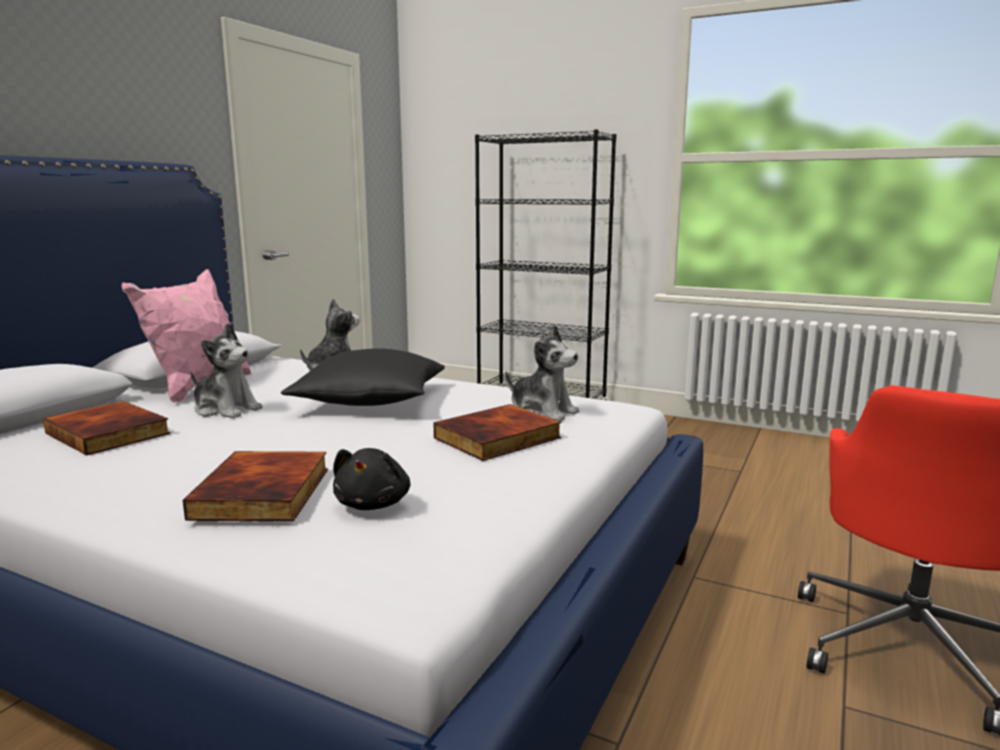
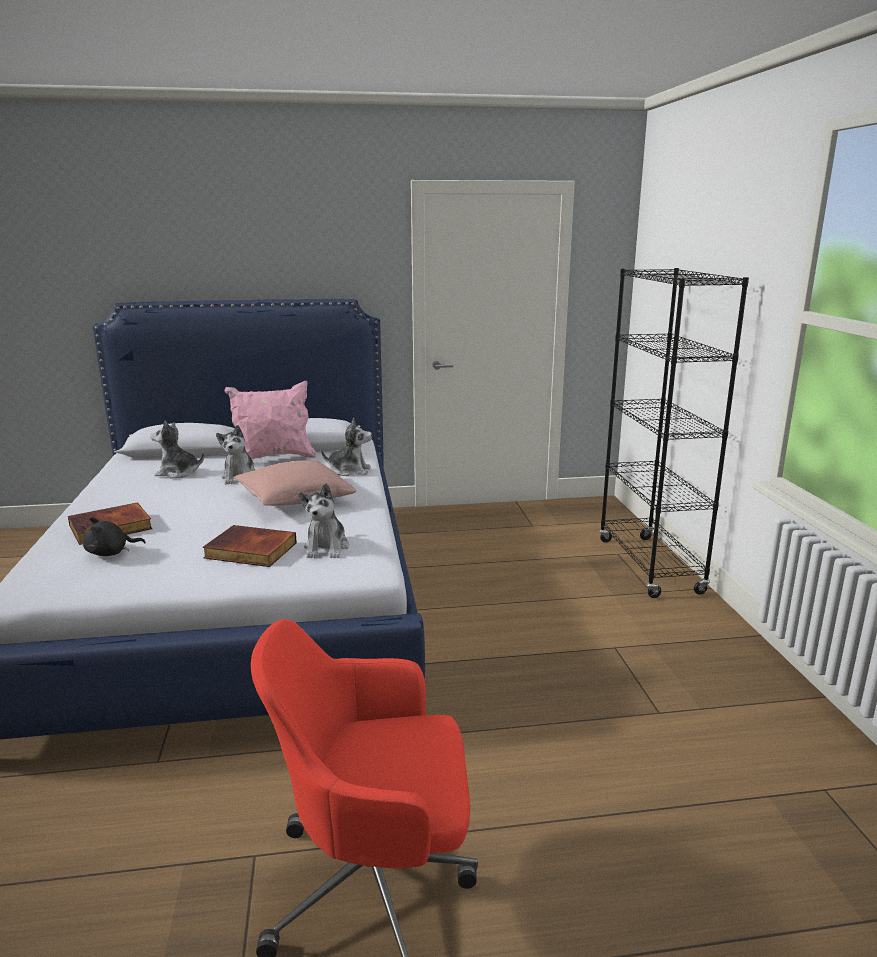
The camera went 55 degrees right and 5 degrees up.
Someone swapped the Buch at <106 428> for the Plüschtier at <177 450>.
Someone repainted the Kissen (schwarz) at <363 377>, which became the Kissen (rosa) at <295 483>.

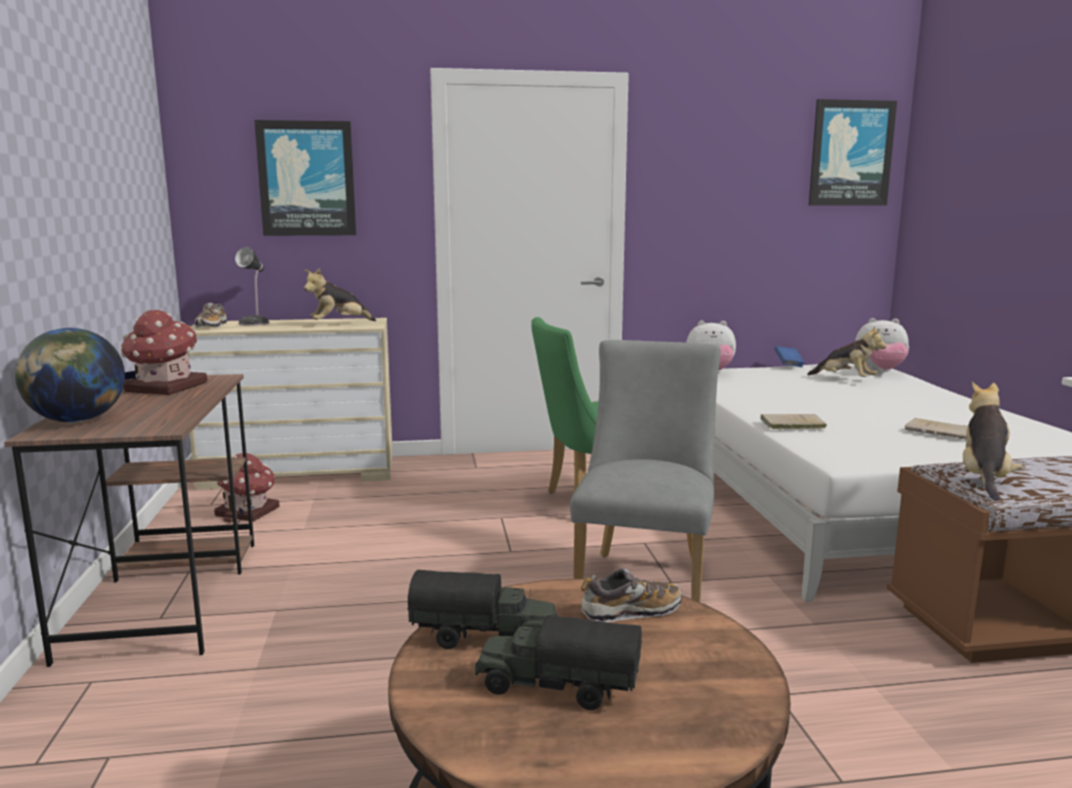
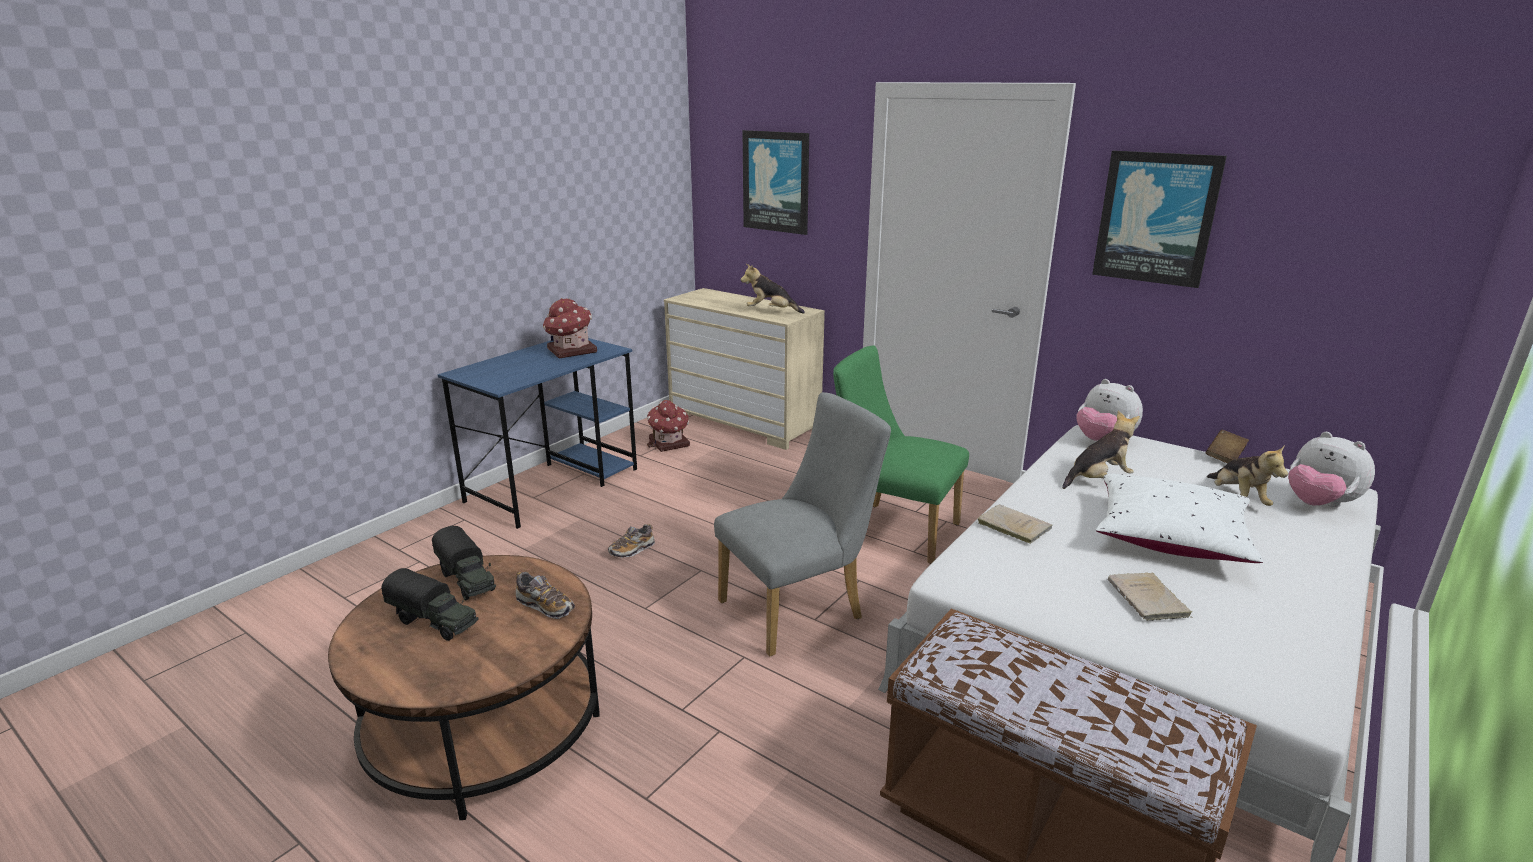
The camera went 45 degrees right and 10 degrees up.
Someone took away the Globus at <70 375>.
Someone took away the Tischlampe at <252 286>.
Someone put down the Kissen (weiß) at <1179 518>.
Someone carried the Schuh from <211 315> to <631 541>.
Someone carried the Bild from <853 152> to <1159 219>.
Someone carried the Plüschtier from <993 441> to <1101 450>.
Someone repainted the Schreibtisch (braun) at <129 520>, which became the Schreibtisch (blau) at <537 433>.
Someone repainted the Buch (blau) at <789 356>, which became the Buch (braun) at <1227 446>.
Someone rotated the Spielzeuglaster at <558 662> by 150 degrees clockwise.

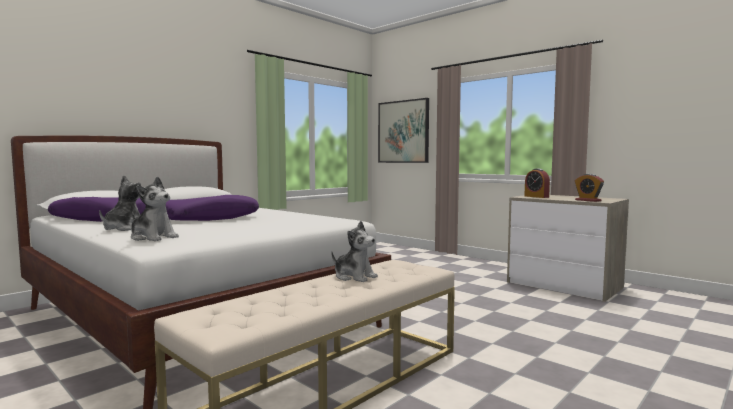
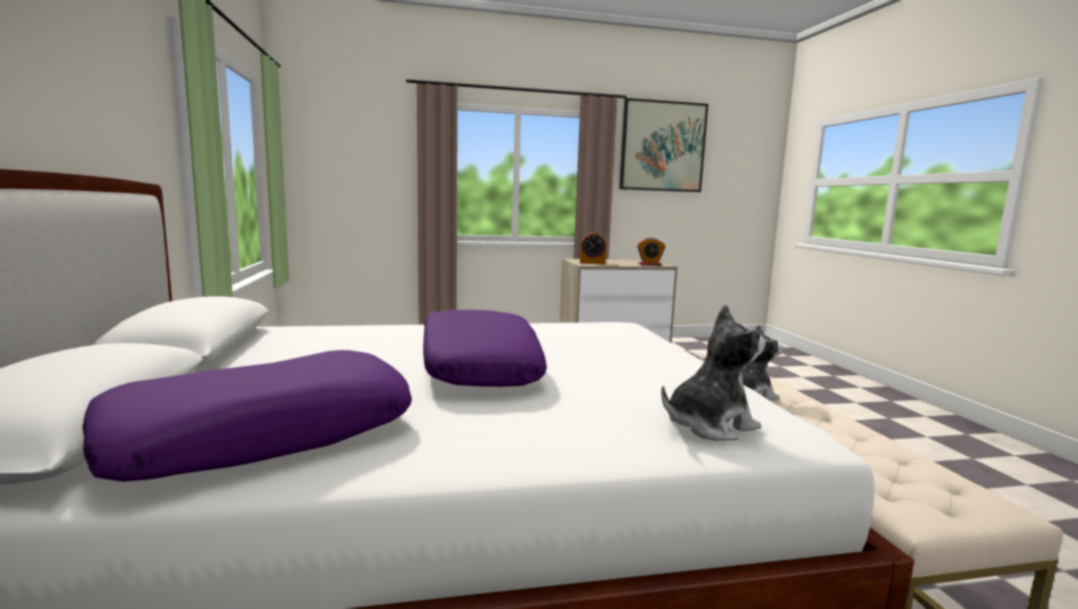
The camera went 55 degrees left and 5 degrees up.
Someone took away the Plüschtier at <120 203>.
Someone carried the Bild from <403 130> to <663 145>.

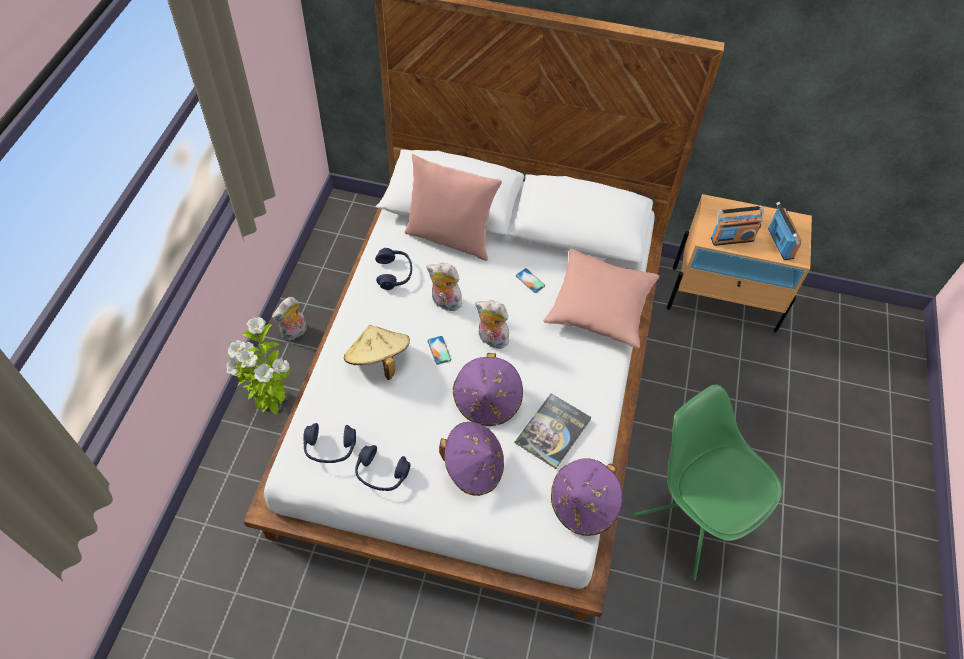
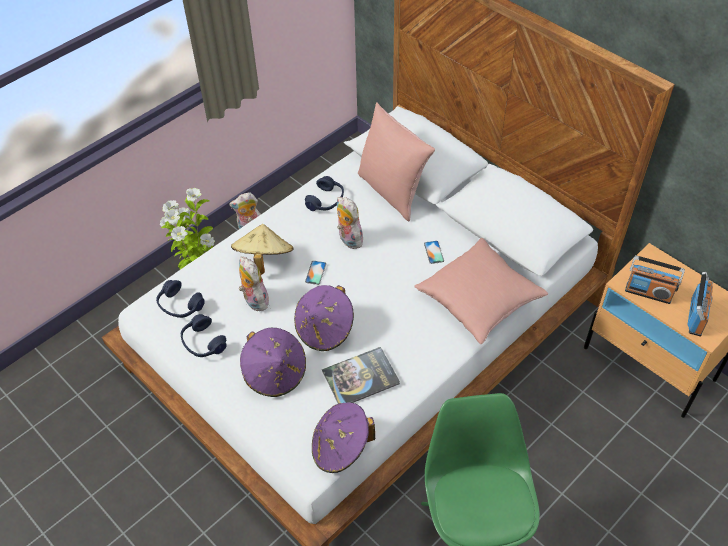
The camera went 35 degrees right and 5 degrees down.
Someone carried the Plüschtier from <493 324> to <254 283>.

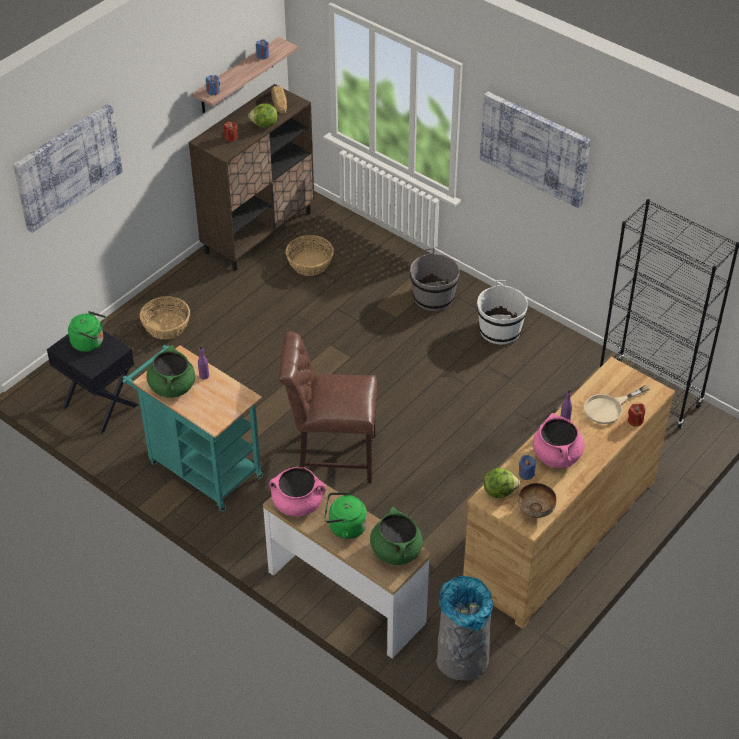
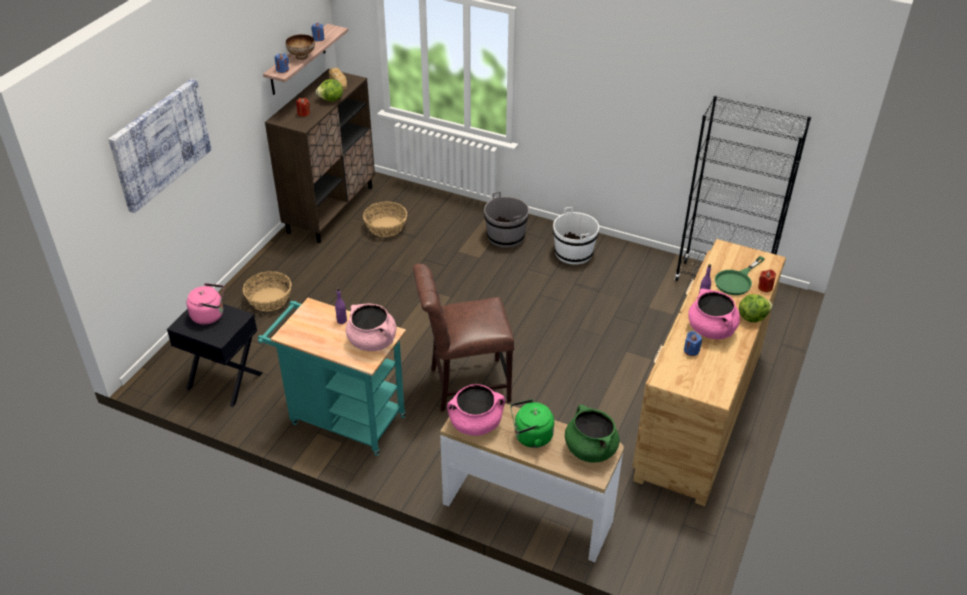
The camera went 15 degrees left and 5 degrees down.
Someone took away the Kochtopf (grün) at <170 371>.
Someone took away the Mülleimer (grau) at <464 628>.
Someone took away the Bild at <535 150>.
Someone put down the Kochtopf (rosa) at <371 327>.
Someone carried the Salatkopf from <502 483> to <756 308>.
Someone carried the Schüssel from <537 500> to <300 47>.
Someone repainted the Wasserkessel (grün) at <87 331>, which became the Wasserkessel (rosa) at <205 304>.
Someone repainted the Pfanne (beige) at <617 404>, which became the Pfanne (grün) at <740 275>.

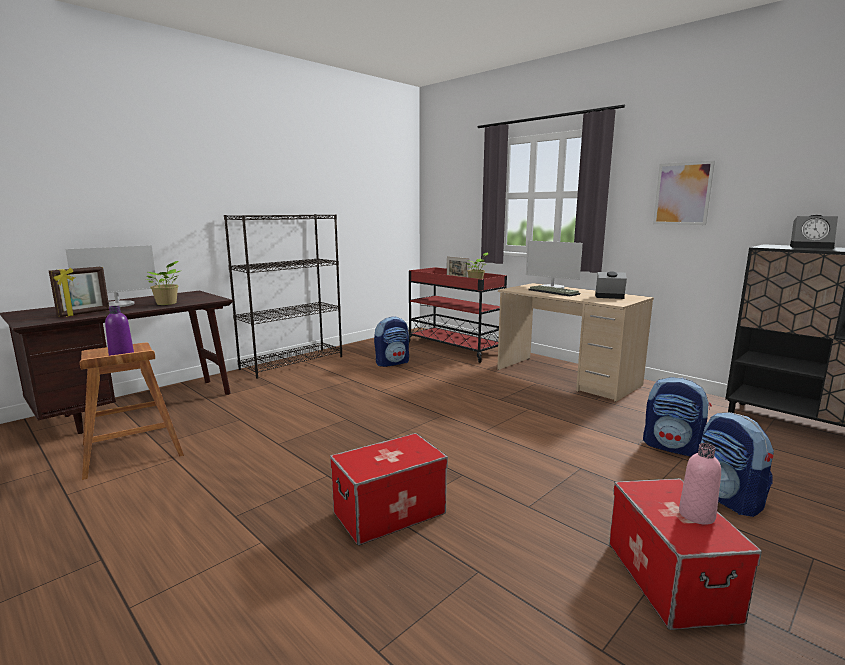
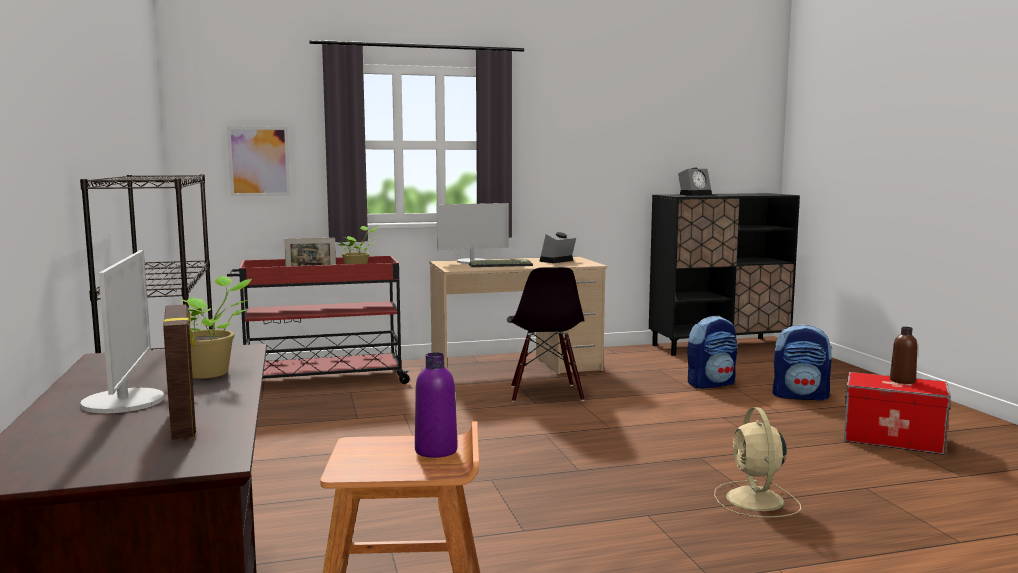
The camera went 60 degrees left and 5 degrees down.
Someone took away the Rucksack at <391 341>.
Someone put down the Stuhl (schwarz) at <546 334>.
Someone carried the Bild from <684 193> to <258 161>.
Someone swapped the Aufbewahrungsbox at <389 489> for the Ventilator (beige) at <757 462>.
Someone repainted the Flasche (rosa) at <700 484>, which became the Flasche (braun) at <903 355>.

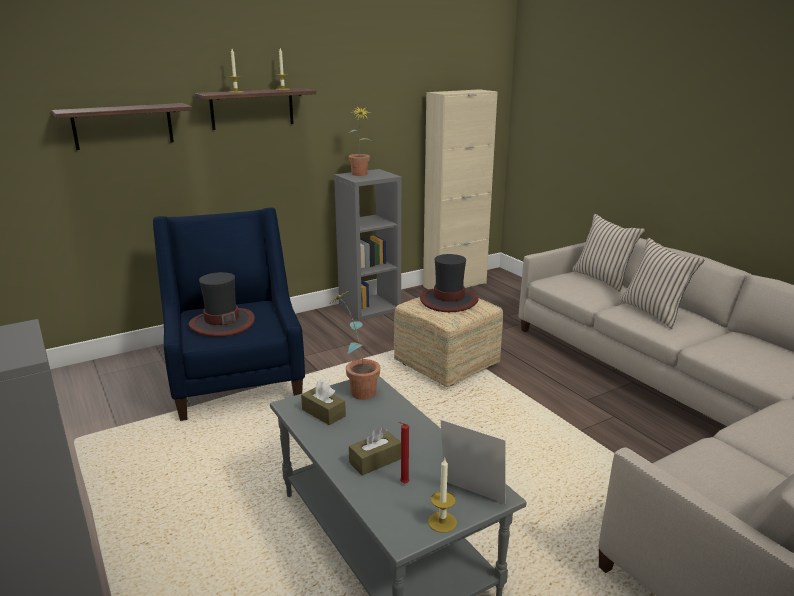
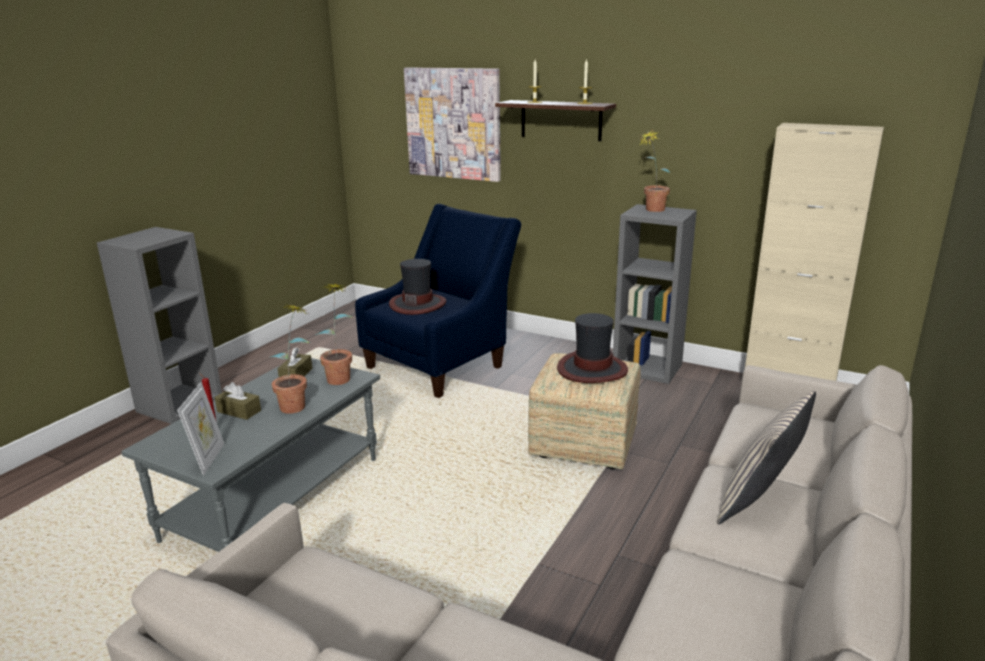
The camera went 60 degrees right and 0 degrees up.
Someone took away the Kerze at <442 495>.
Someone took away the Kissen (beige) at <608 253>.
Someone put down the Topfpflanze at <290 359>.
Someone swapped the Wandregal at <122 126> for the Bild at <452 124>.

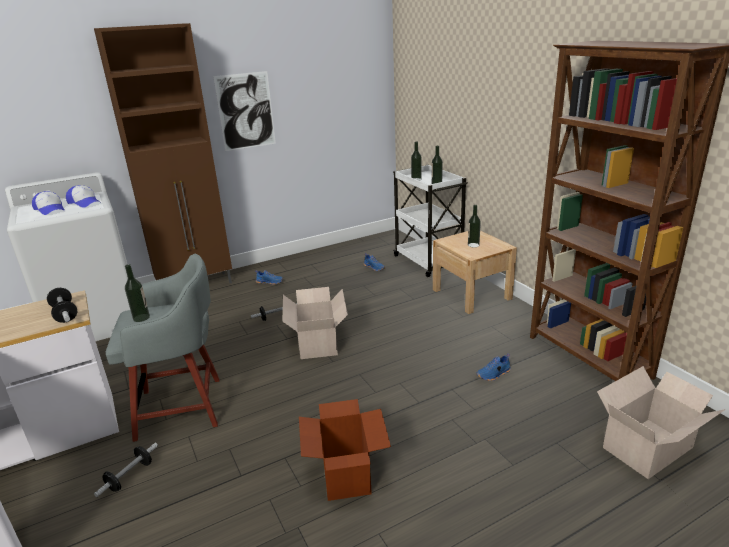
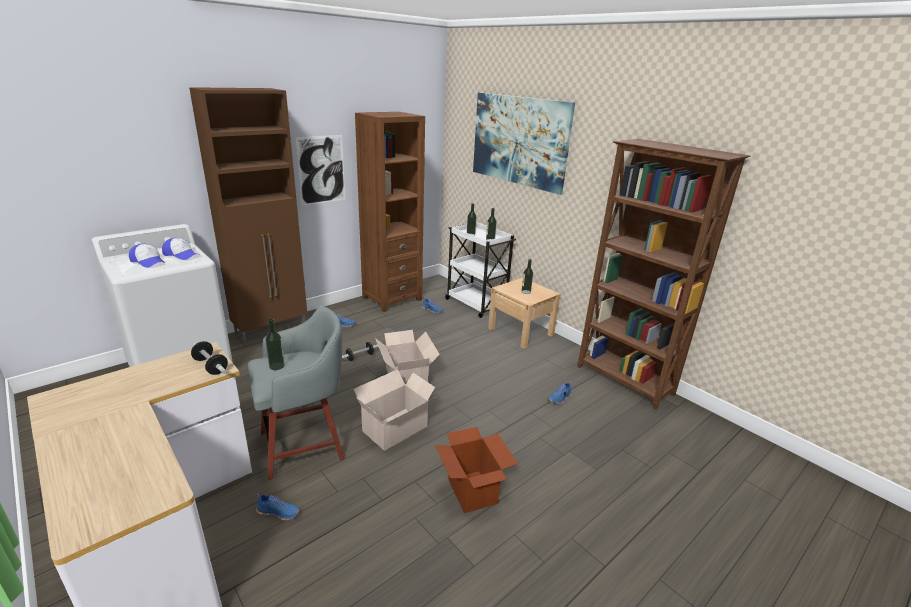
The camera went 15 degrees left and 0 degrees up.
Someone put down the Bücherregal (braun) at <390 212>.
Someone put up the Bild at <524 144>.
Someone carried the Karton from <661 422> to <395 410>.
Someone swapped the Hantel at <126 470> for the Schuh (blau) at <278 507>.

